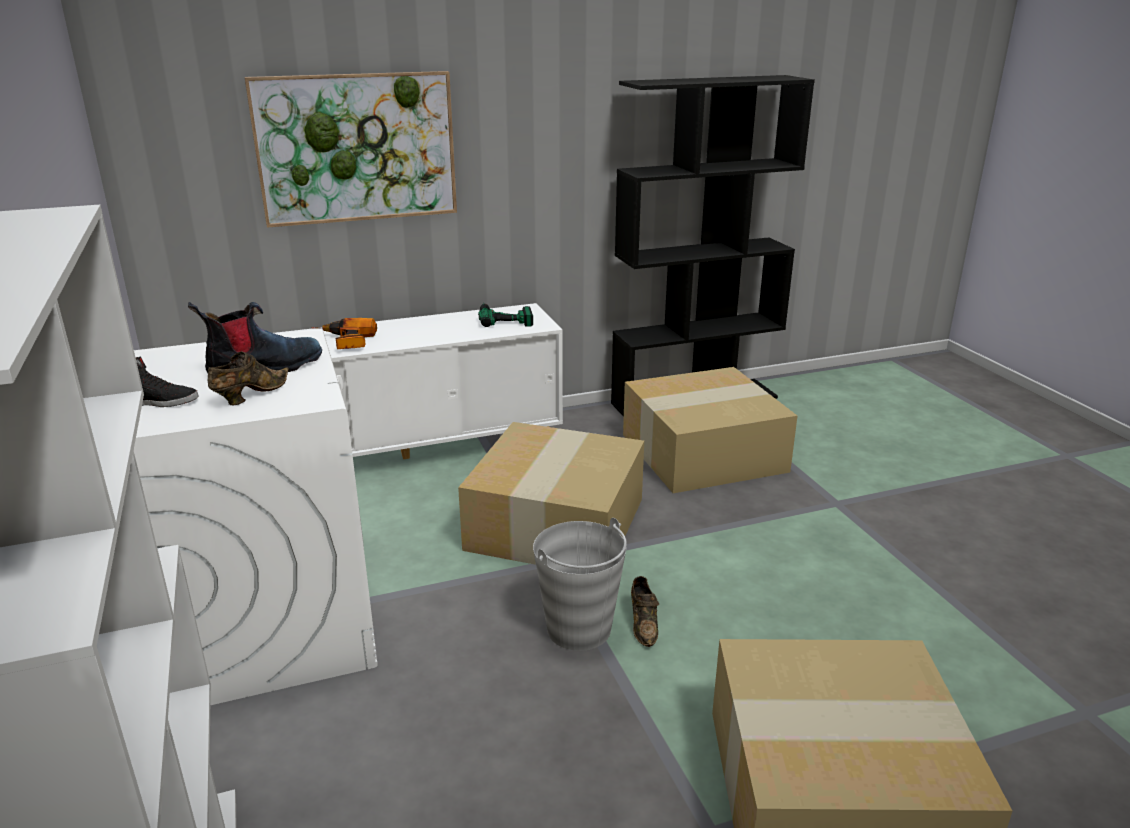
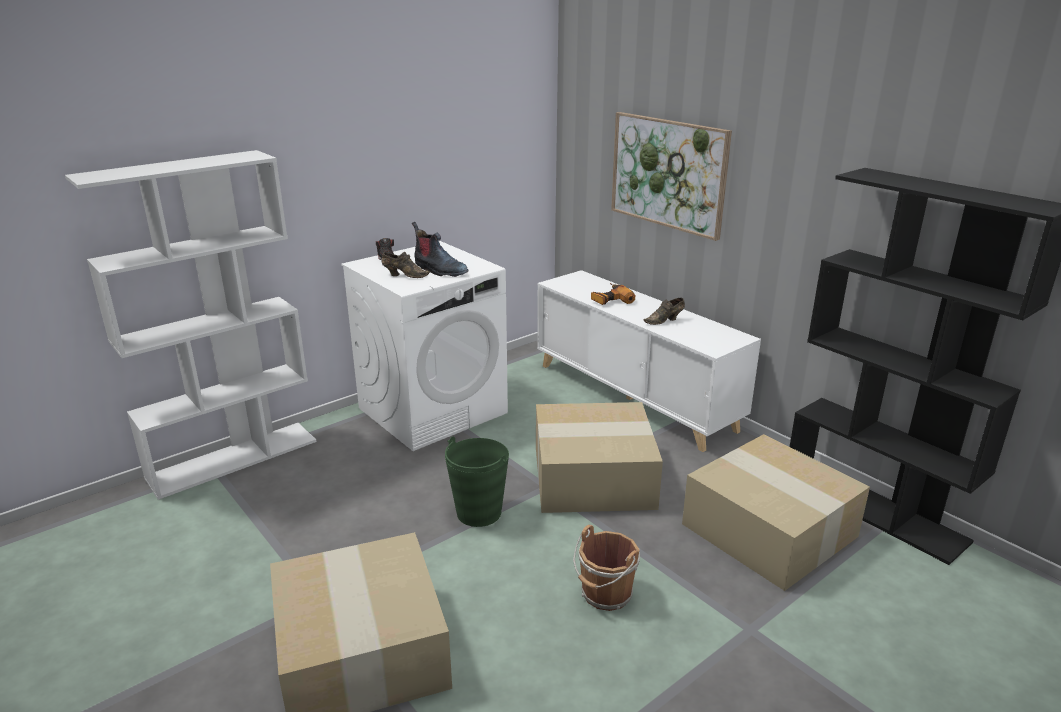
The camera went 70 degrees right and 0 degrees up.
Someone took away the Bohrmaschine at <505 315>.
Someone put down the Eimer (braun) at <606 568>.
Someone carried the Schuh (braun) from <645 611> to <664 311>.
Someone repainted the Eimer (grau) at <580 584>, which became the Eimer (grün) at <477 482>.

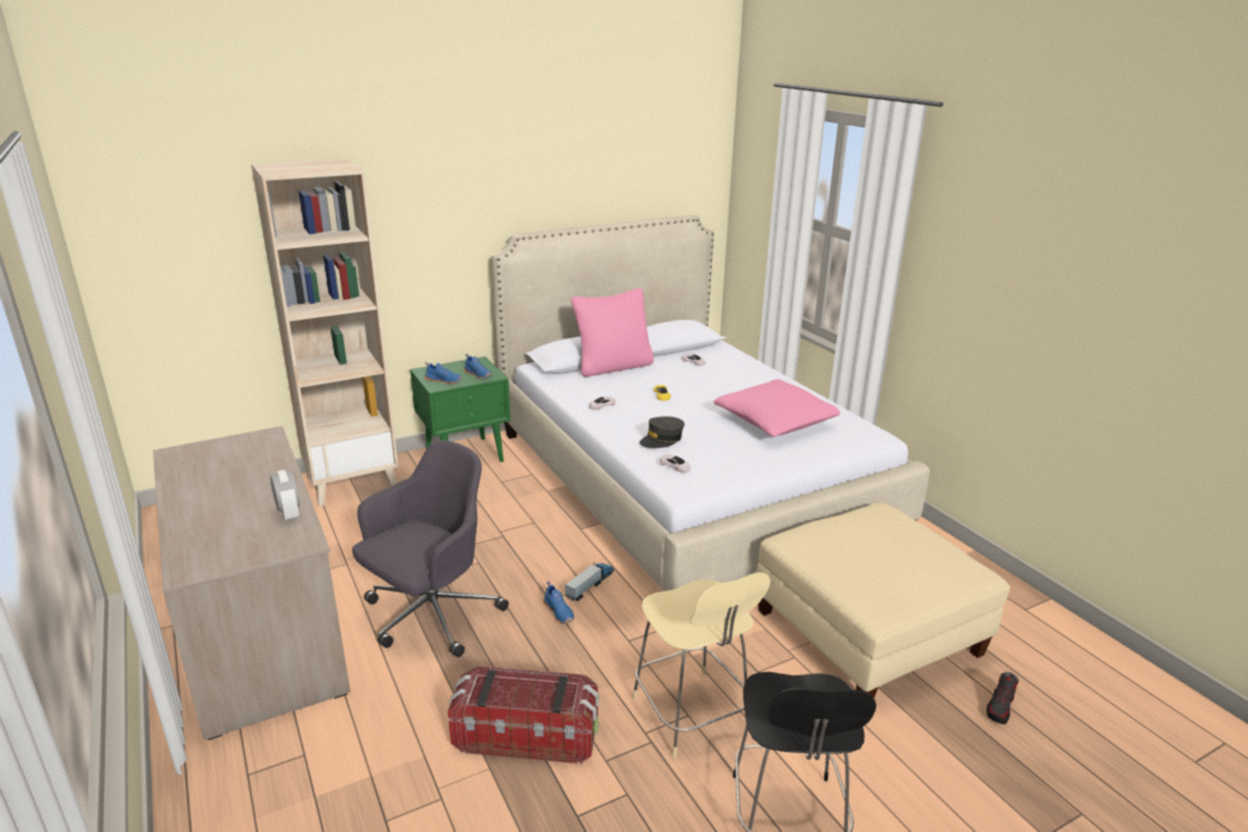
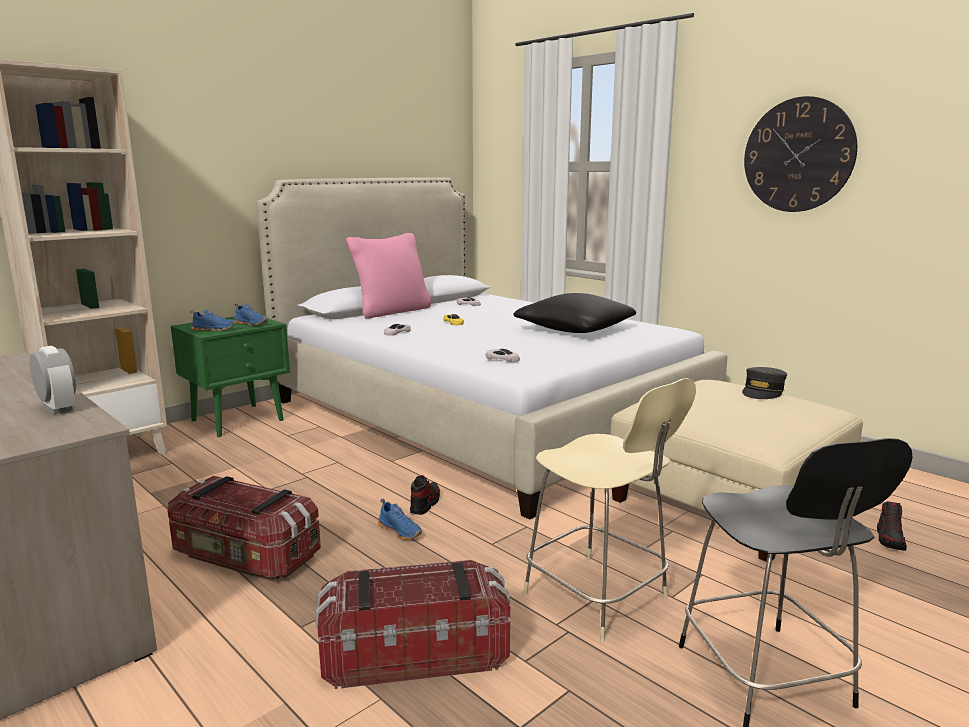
The camera went 15 degrees left and 10 degrees down.
Someone put up the Wanduhr at <800 154>.
Someone carried the Kappe (grau) from <661 432> to <764 383>.
Someone swapped the Bürostuhl (grau) at <430 548> for the Aufbewahrungsbox at <244 528>.
Someone swapped the Spielzeuglaster at <590 581> for the Schuh at <425 495>.
Someone repainted the Kissen (rosa) at <777 408>, which became the Kissen (schwarz) at <574 313>.

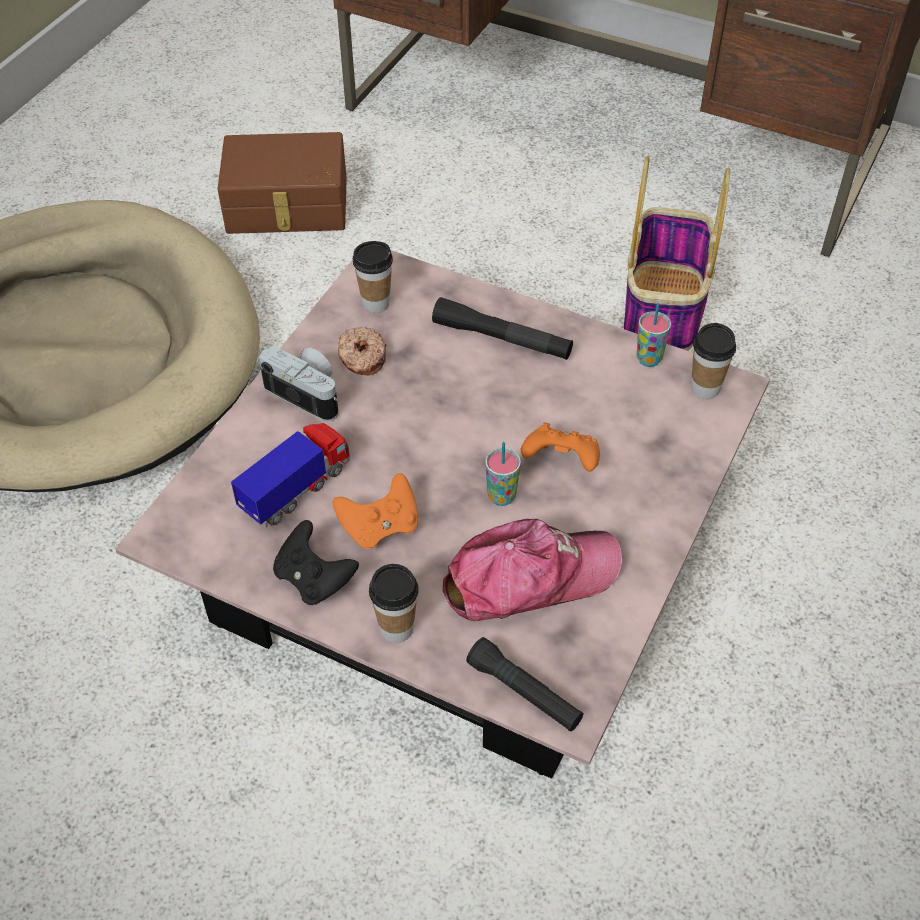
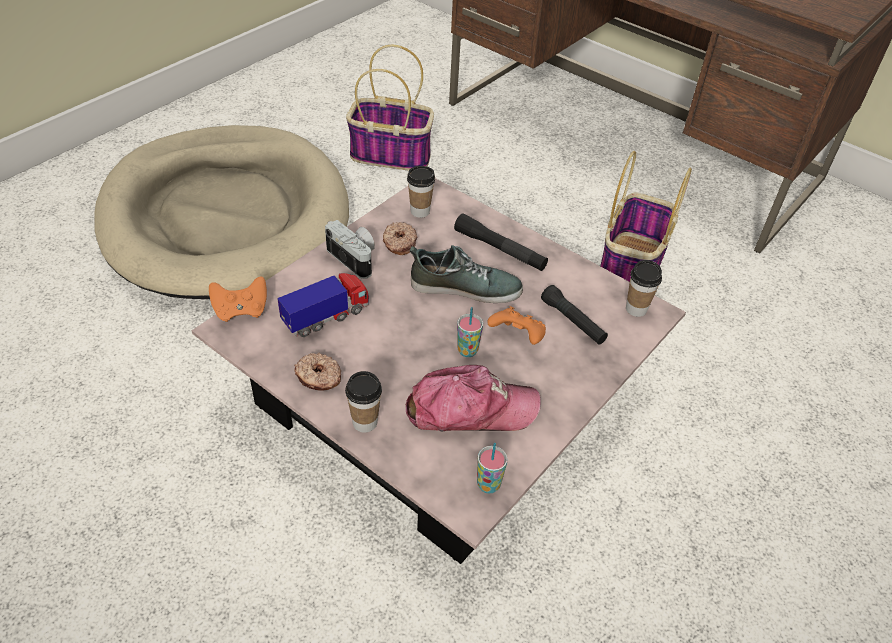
The camera went 10 degrees right and 5 degrees down.
Someone put down the Schuh at <466 274>.
Someone carried the Gamepad (orange) from <375 511> to <238 299>.
Someone carried the Taschenlampe (schwarz) from <524 684> to <574 315>.
Someone carried the Tasse from <654 335> to <492 468>.
Someone swapped the Aufbewahrungsbox (braun) at <282 183> for the Korb at <390 108>.
Someone swapped the Gamepad (schwarz) at <316 562> for the Donut at <317 372>.

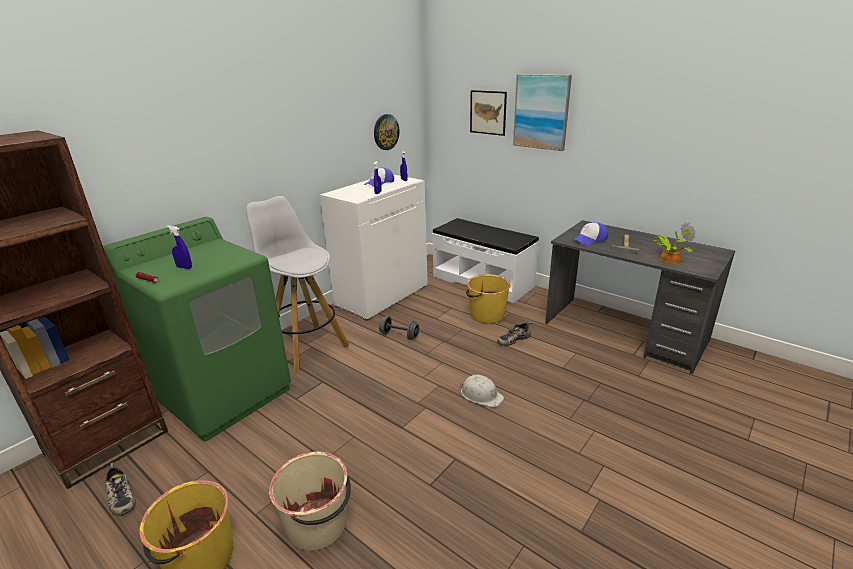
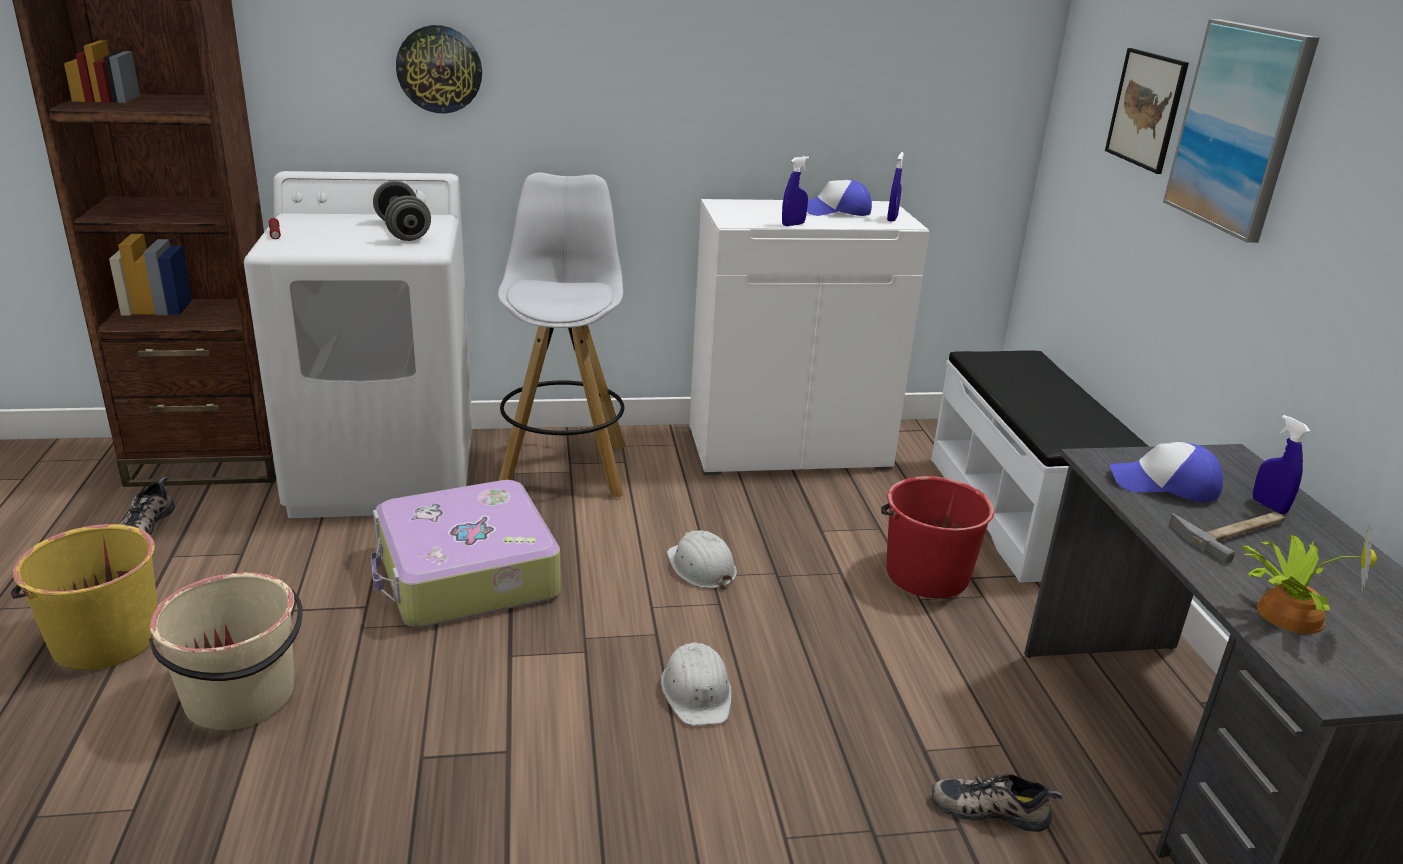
The camera went 40 degrees right and 0 degrees up.
Someone put down the Koffer at <466 553>.
Someone put down the Schutzhelm (weiß) at <702 560>.
Someone carried the Sprühflasche (blau) from <179 247> to <1281 464>.
Someone carried the Wanduhr from <386 132> to <439 69>.
Someone carried the Hantel (grau) from <399 328> to <402 210>.
Someone carried the Schuh from <514 334> to <997 803>.
Someone repainted the Waschmaschine (grün) at <197 329>, which became the Waschmaschine (weiß) at <358 344>.
Someone repainted the Eimer (gelb) at <488 299>, which became the Eimer (rot) at <937 537>.

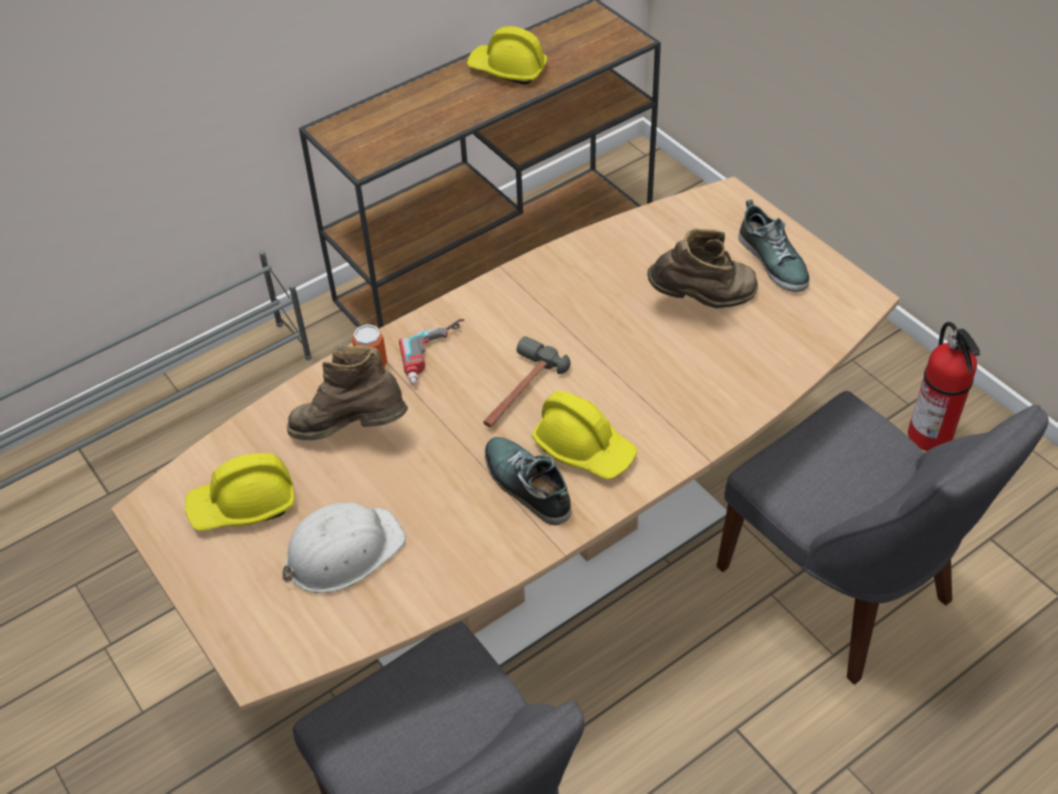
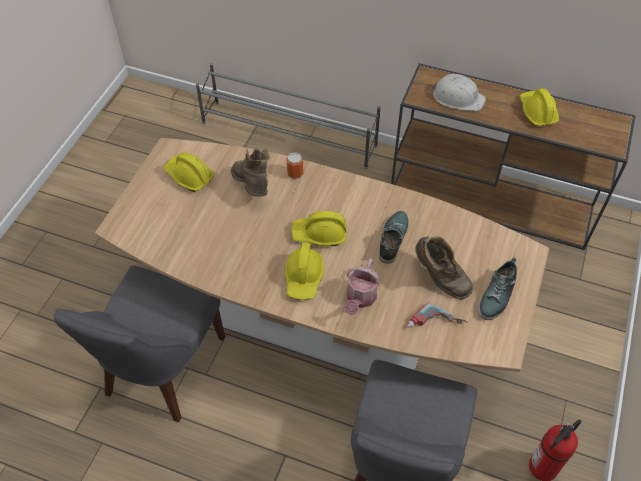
The camera went 55 degrees right and 5 degrees up.
Someone put down the Gießkanne at <362 286>.
Someone carried the Schutzhelm (weiß) from <344 548> to <458 92>.
Someone carried the Bohrmaschine from <432 352> to <437 315>.
Someone carried the Schuh from <528 481> to <394 237>.
Someone swapped the Hammer at <526 381> for the Schutzhelm (gelb) at <319 228>.

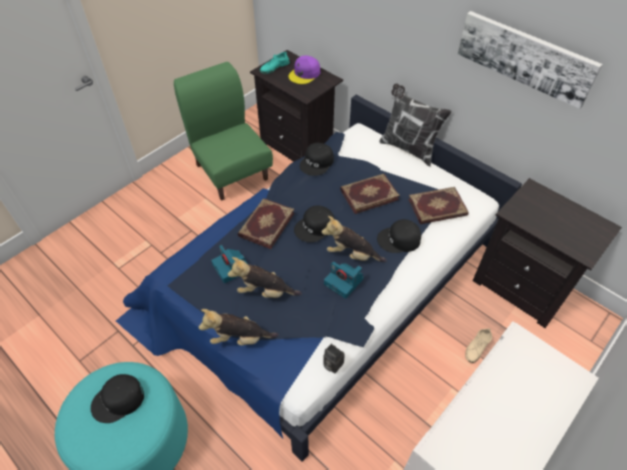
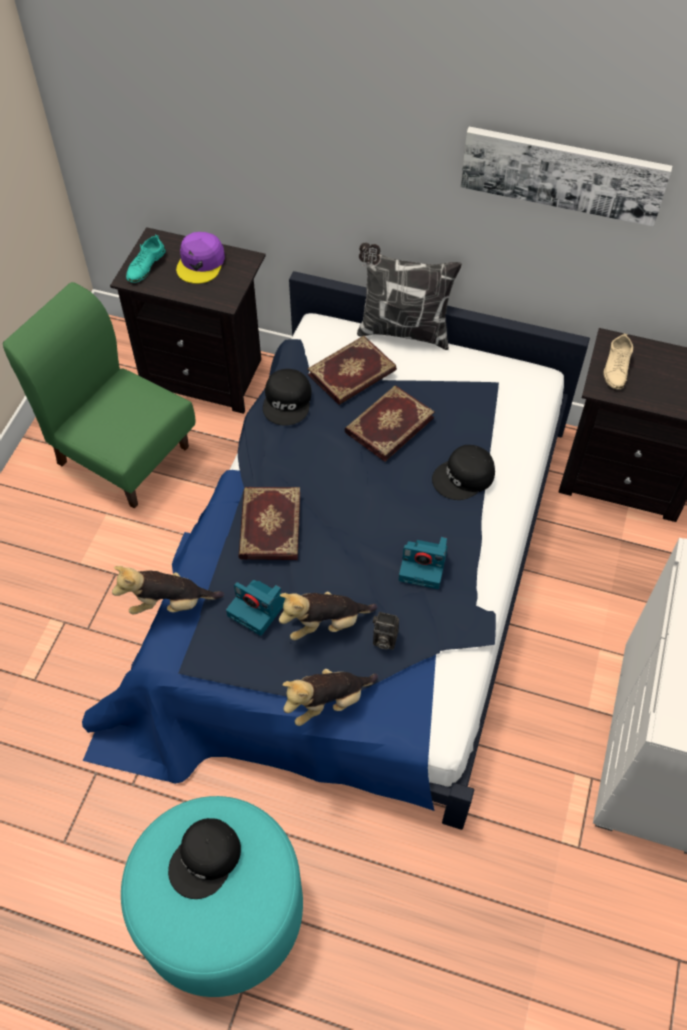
The camera went 25 degrees left and 5 degrees up.
Someone took away the Kappe (schwarz) at <314 224>.
Someone carried the Plüschtier from <354 239> to <168 590>.
Someone carried the Kamera from <334 358> to <386 631>.
Someone carried the Buch from <438 205> to <352 370>.
Someone carried the Schuh (beige) from <478 345> to <618 361>.

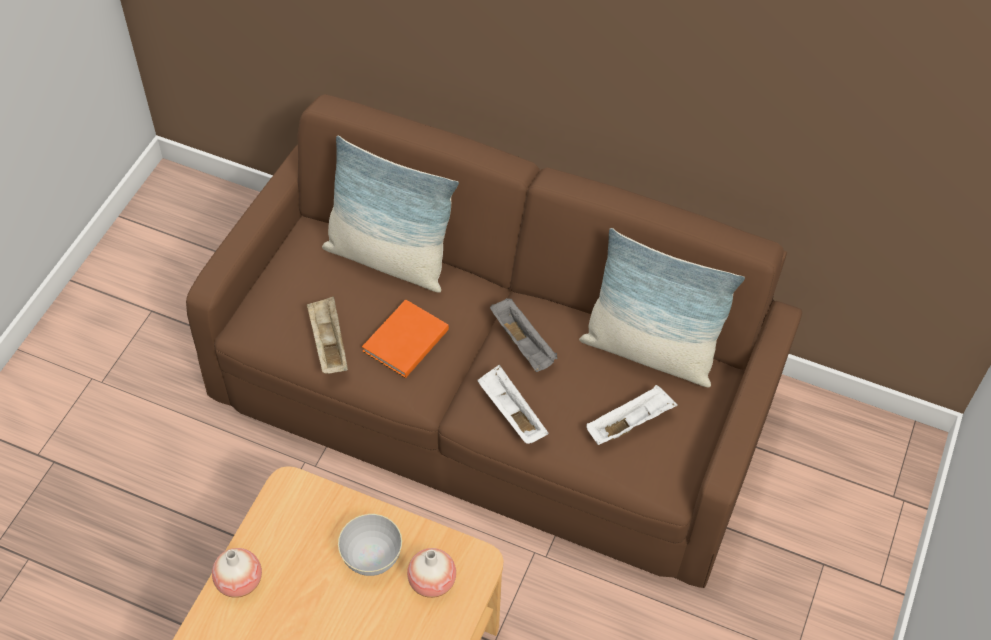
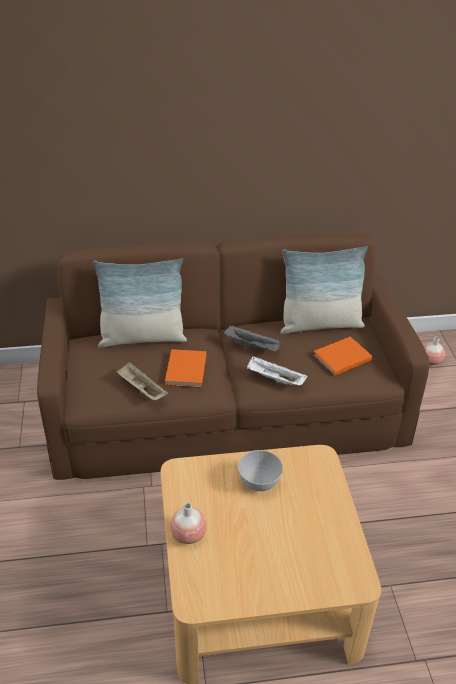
The camera went 30 degrees left and 15 degrees down.
Someone carried the Vase from <431 573> to <434 351>.
Someone swapped the Tablett (weiß) at <632 415> for the Buch (orange) at <342 356>.

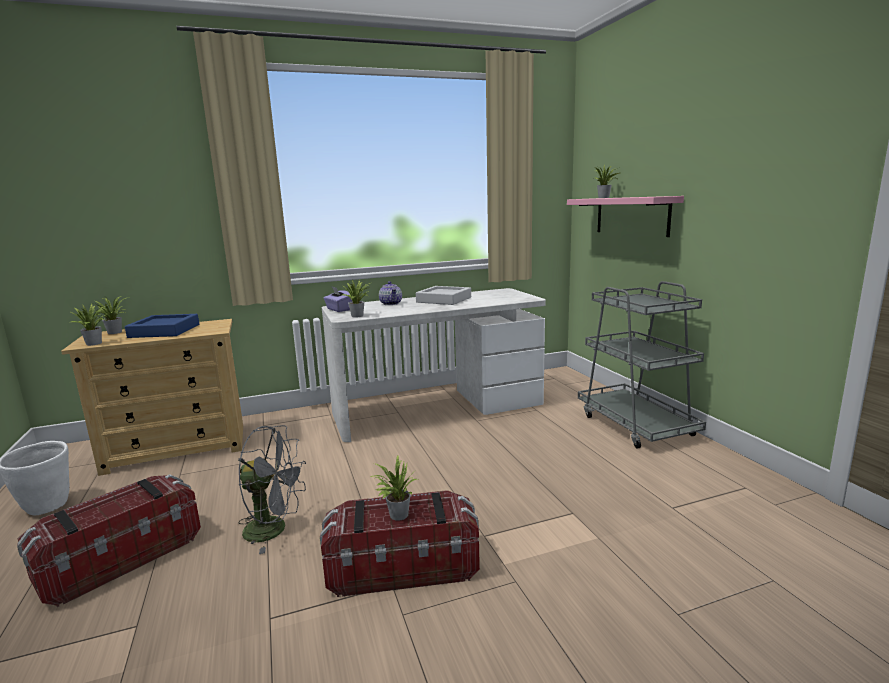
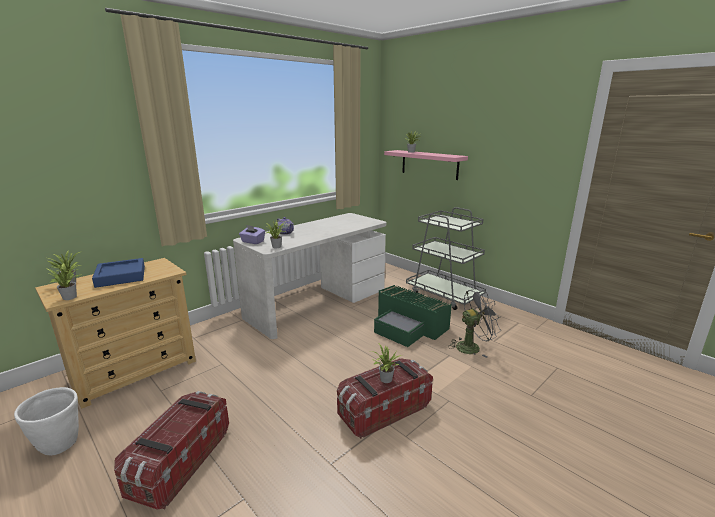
The camera went 25 degrees left and 5 degrees up.
Someone took away the Tablett (grau) at <443 295>.
Someone put down the Aufbewahrungsbox (grün) at <413 316>.
Someone carried the Ventilator (grau) from <272 489> to <474 323>.

